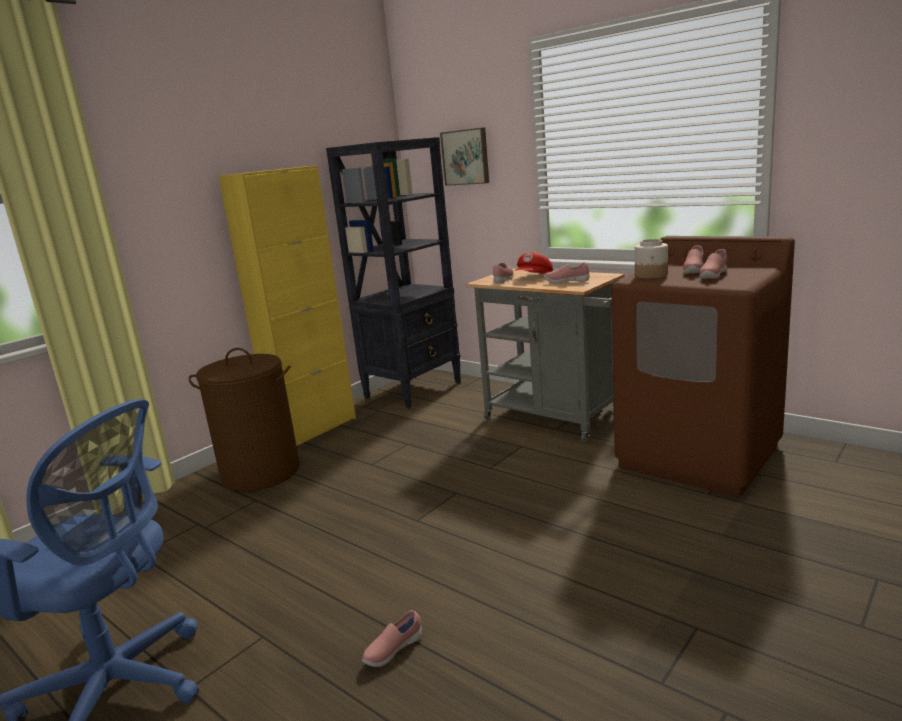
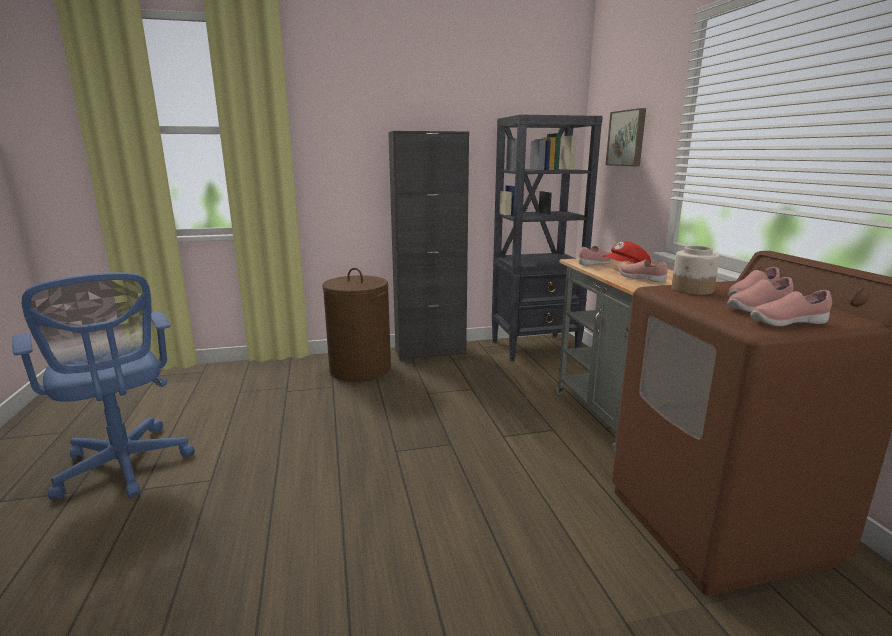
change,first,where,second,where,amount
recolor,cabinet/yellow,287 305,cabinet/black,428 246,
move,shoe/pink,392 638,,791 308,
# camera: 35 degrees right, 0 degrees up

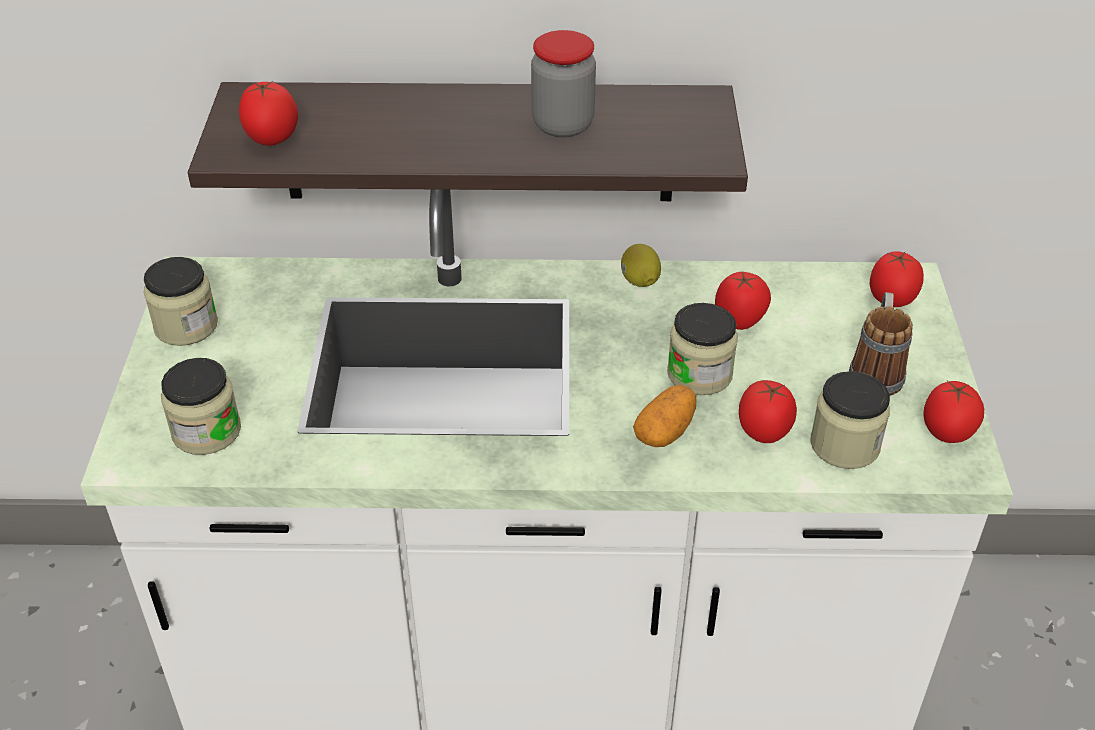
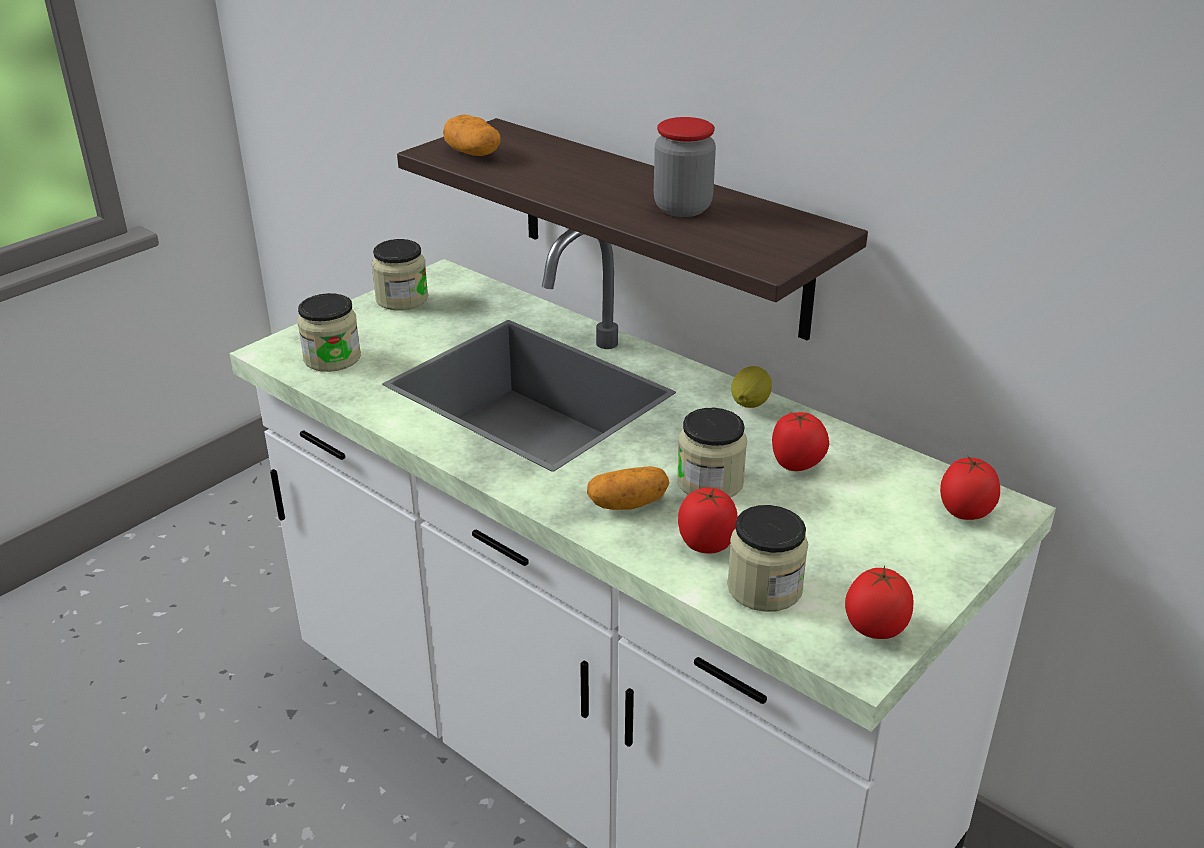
change,first,where,second,where,amount
replace,tomato,268 113,potato,471 135,
delete,mug,881 344,,,
# camera: 40 degrees right, 10 degrees down

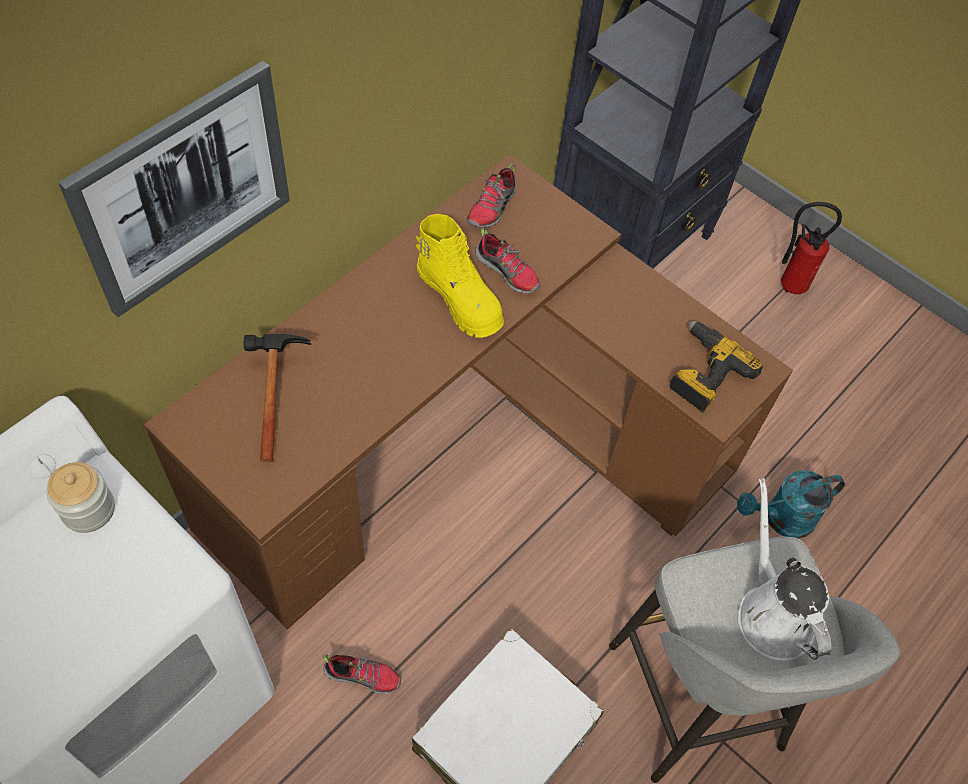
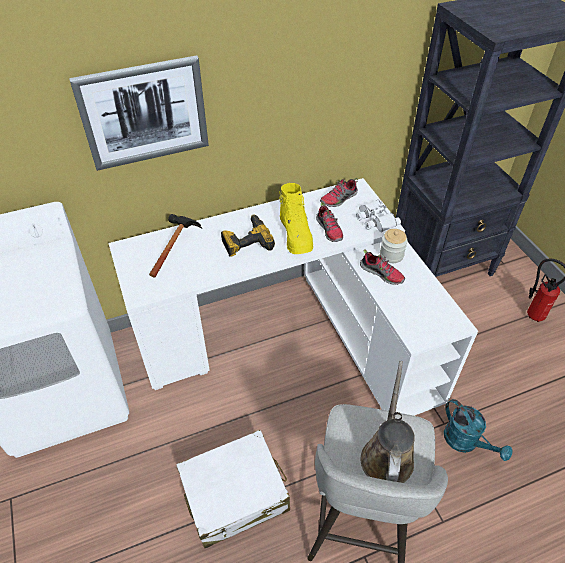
change,first,where,second,where,amount
move,jar,81 497,,394 246,
recolor,desk/brown,468 392,desk/white,293 297,
move,shoe,362 674,,382 267,
move,power drill,716 367,,248 236,
rotate,watering can/turquoise,791 504,,478 430,135 degrees counterclockwise
recolor,watering can/white,785 569,watering can/brown,388 422,
insert,,,binoculars/white,378 215,
# camera: 30 degrees right, 10 degrees down

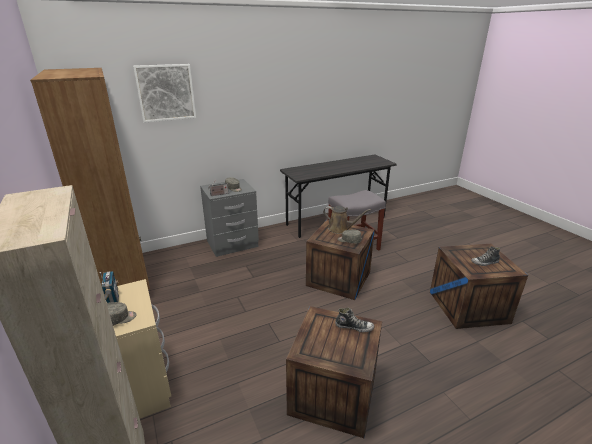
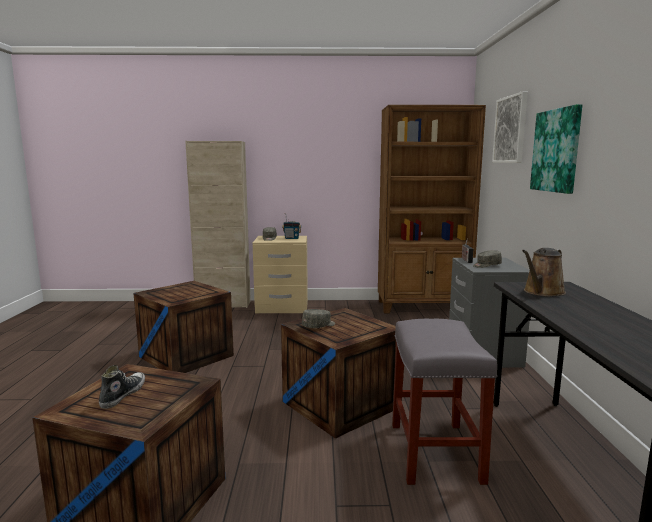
change,first,where,second,where,amount
move,watering can/brown,347 220,,544 272,
delete,shoe,354 320,,,
insert,,,picture,556 149,
# camera: 115 degrees right, 15 degrees down

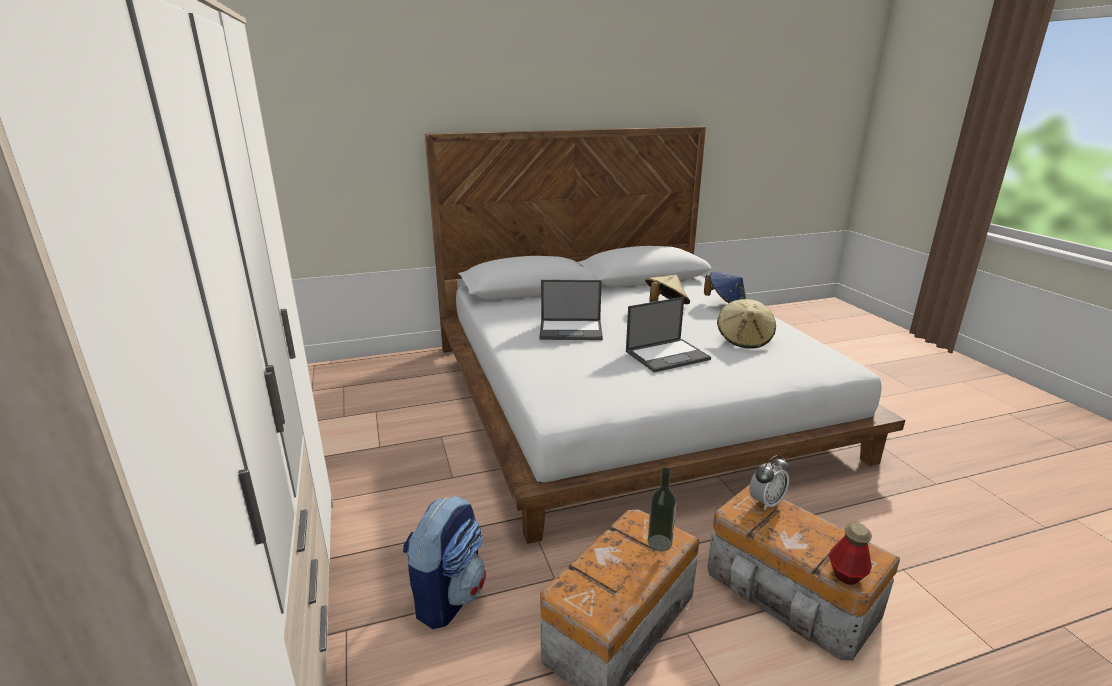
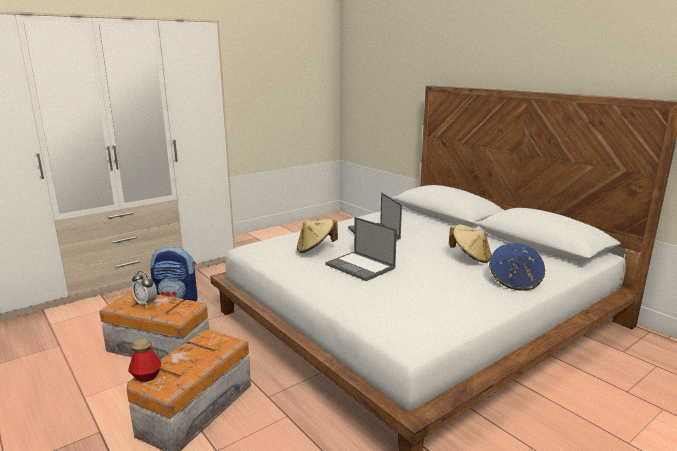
change,first,where,second,where,amount
delete,bottle,662 509,,,
move,hat/beige,746 324,,317 236,
move,alarm clock,769 483,,144 288,
# camera: 70 degrees right, 5 degrees down

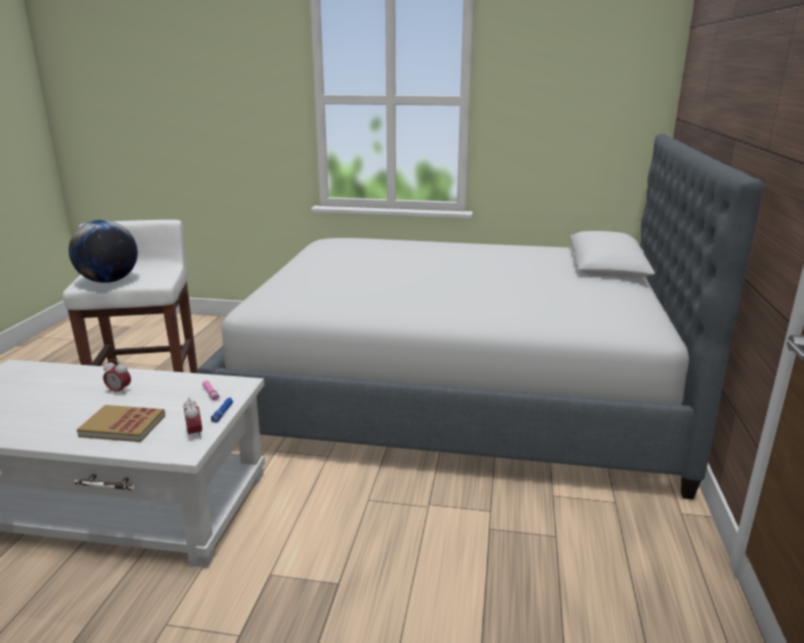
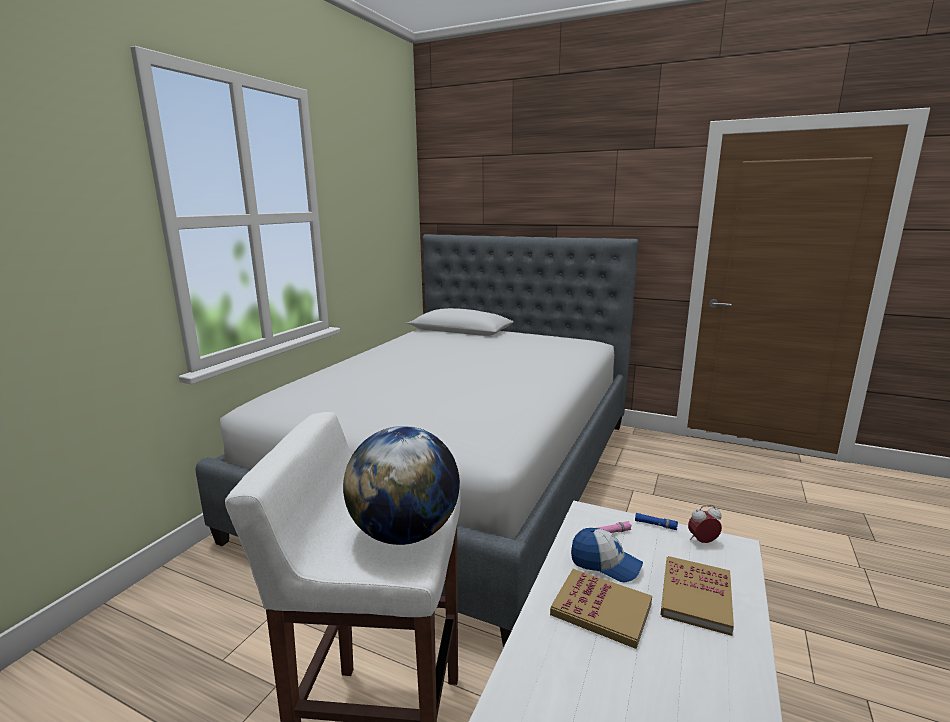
change,first,where,second,where,amount
replace,alarm clock,117 377,book,601 609,
insert,,,cap,607 555,
# camera: 75 degrees left, 5 degrees down

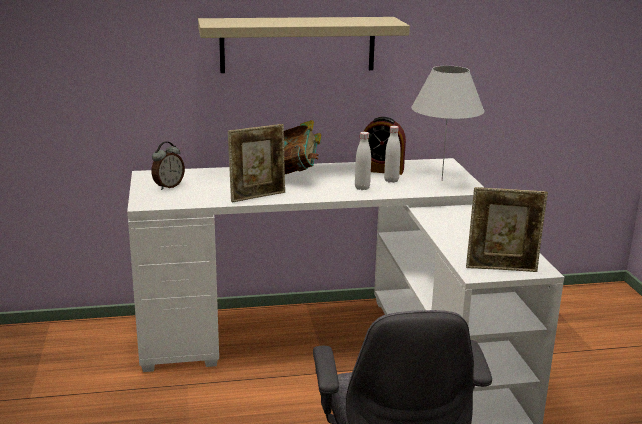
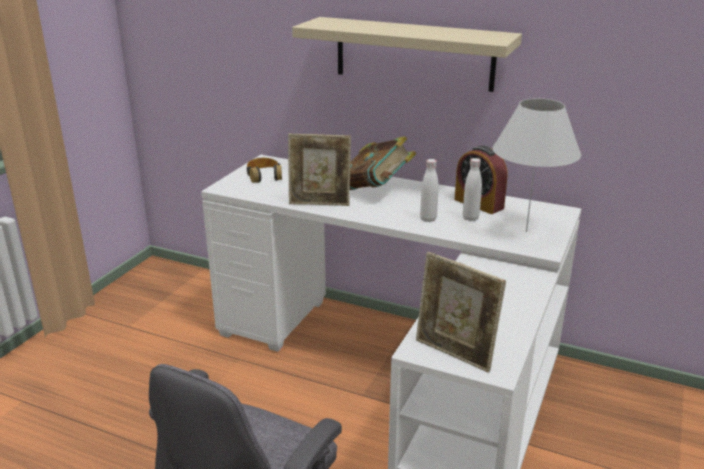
change,first,where,second,where,amount
replace,alarm clock,168 165,headphones,264 170,
# camera: 35 degrees right, 5 degrees up

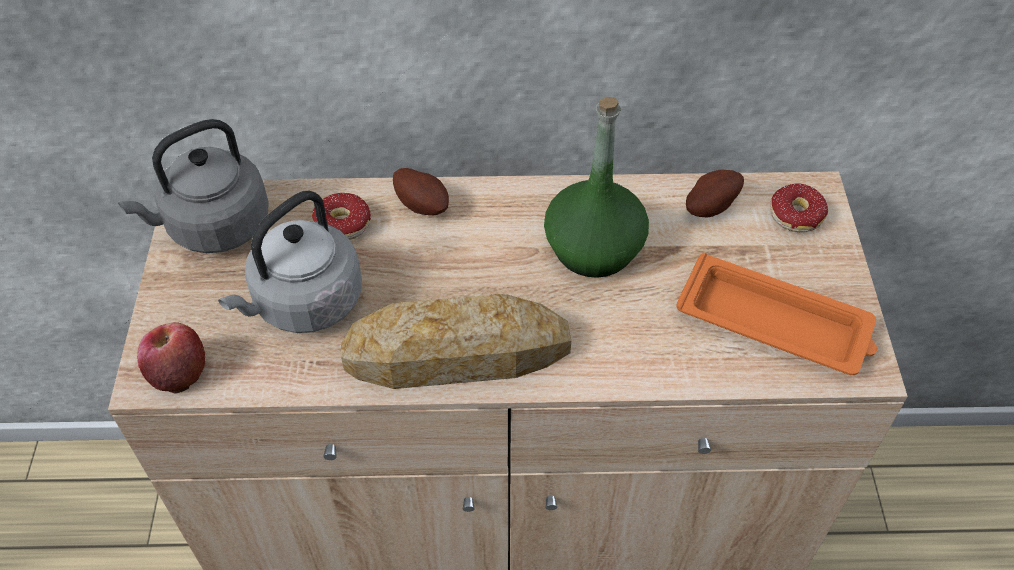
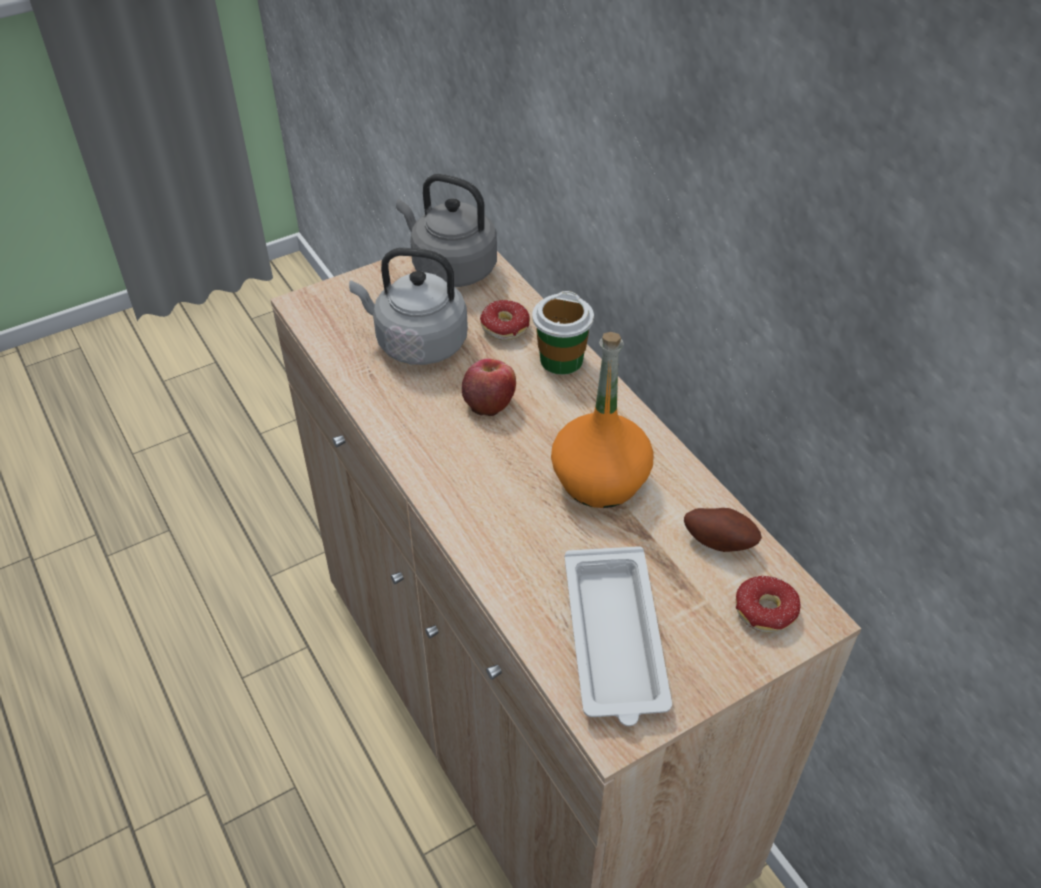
change,first,where,second,where,amount
move,apple,171 358,,489 387,
delete,bread,456 341,,,
replace,potato,421 191,cup,563 333,
recolor,bottle/green,596 187,bottle/orange,602 420,
recolor,tray/orange,776 314,tray/white,618 636,
# camera: 60 degrees right, 5 degrees down

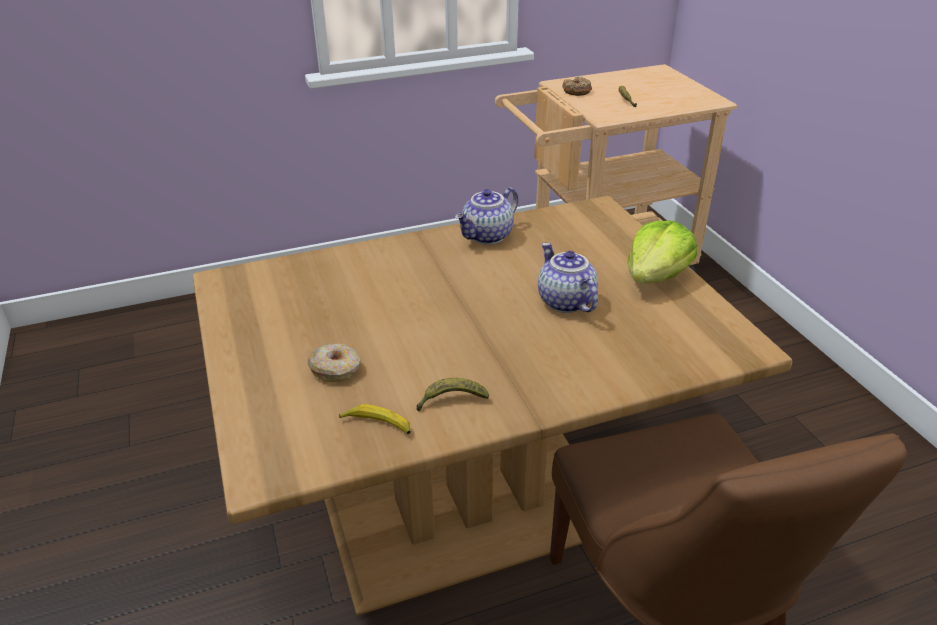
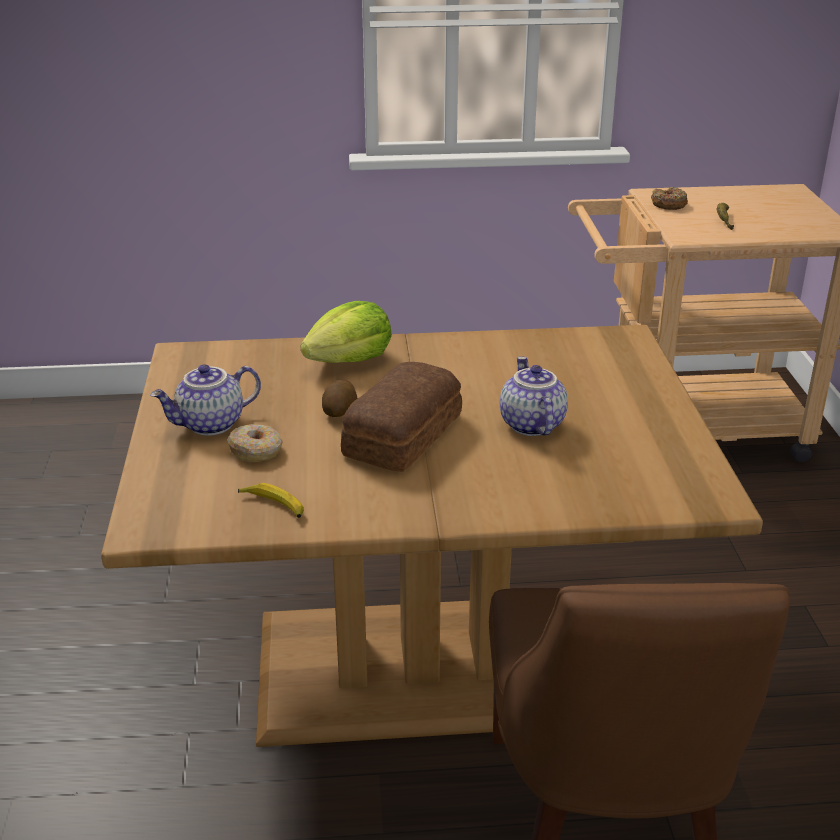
change,first,where,second,where,amount
delete,banana,453 394,,,
move,teapot,486 215,,205 400,
move,lettuce,662 252,,346 332,
insert,,,potato,340 398,
insert,,,bread,401 417,
# camera: 15 degrees right, 5 degrees down

